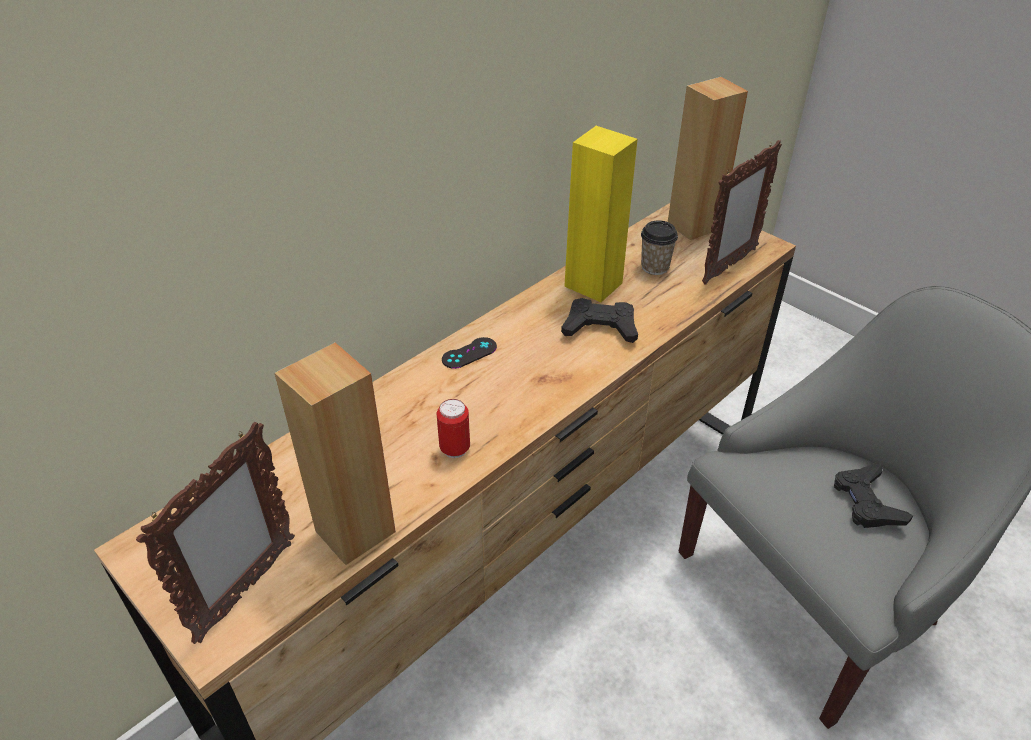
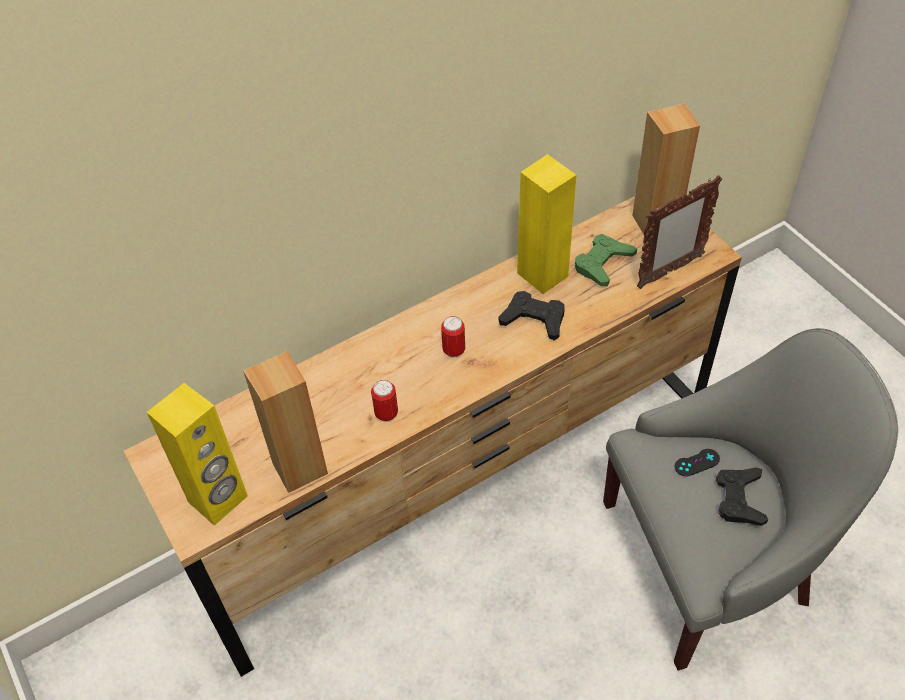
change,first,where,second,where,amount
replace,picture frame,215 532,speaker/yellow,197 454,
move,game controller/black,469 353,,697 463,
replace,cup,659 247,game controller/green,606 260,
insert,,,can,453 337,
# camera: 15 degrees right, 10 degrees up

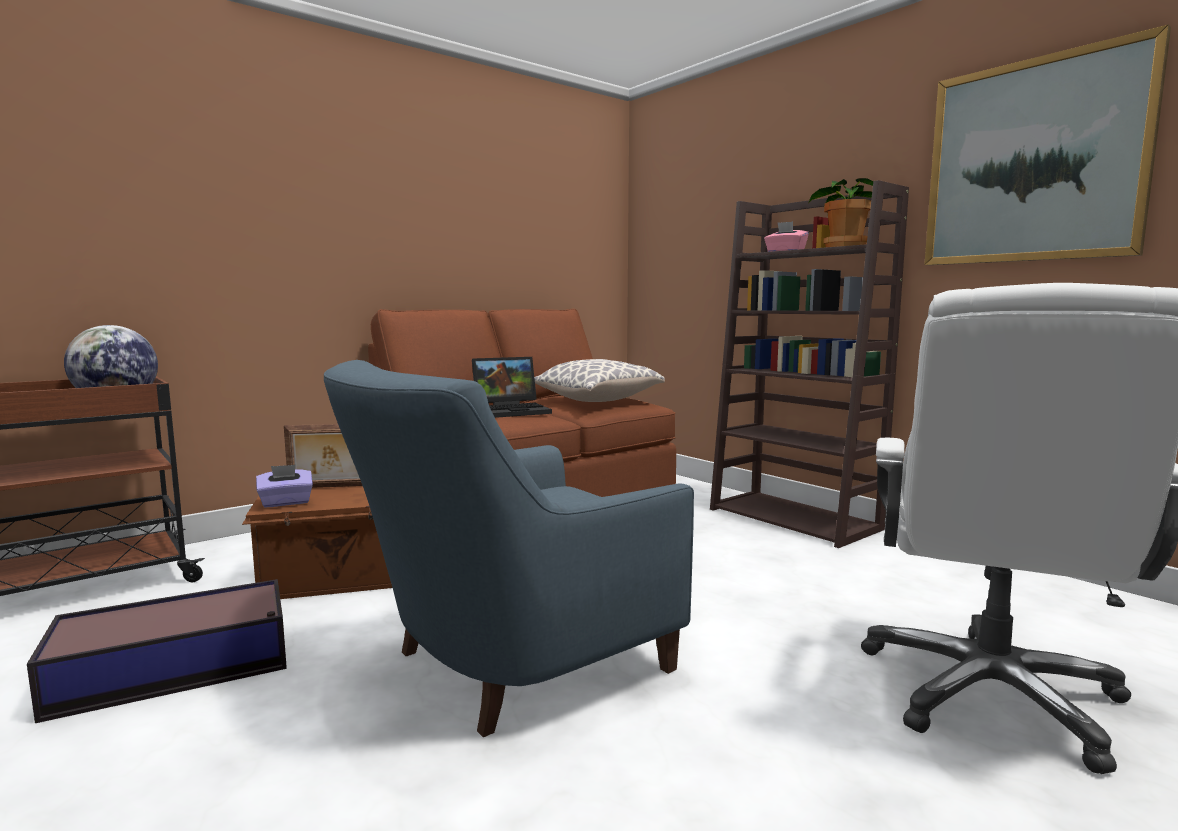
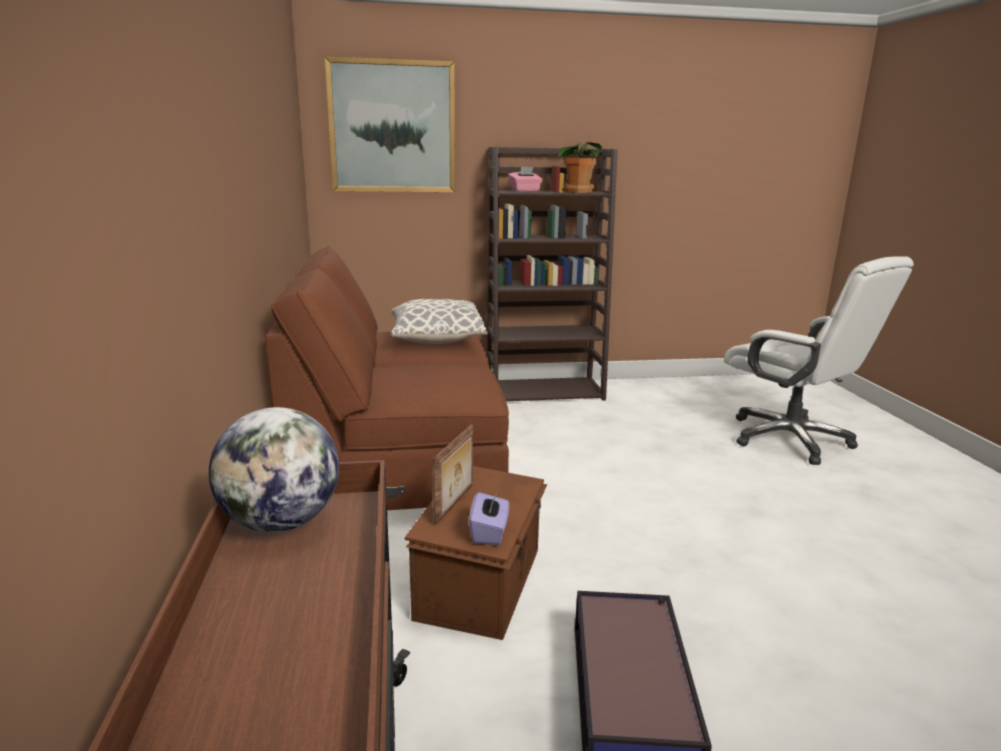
change,first,where,second,where,amount
delete,armchair/blue,509 549,,,
delete,laptop,512 387,,,
move,picture,1047 145,,390 124,
# camera: 60 degrees left, 10 degrees up

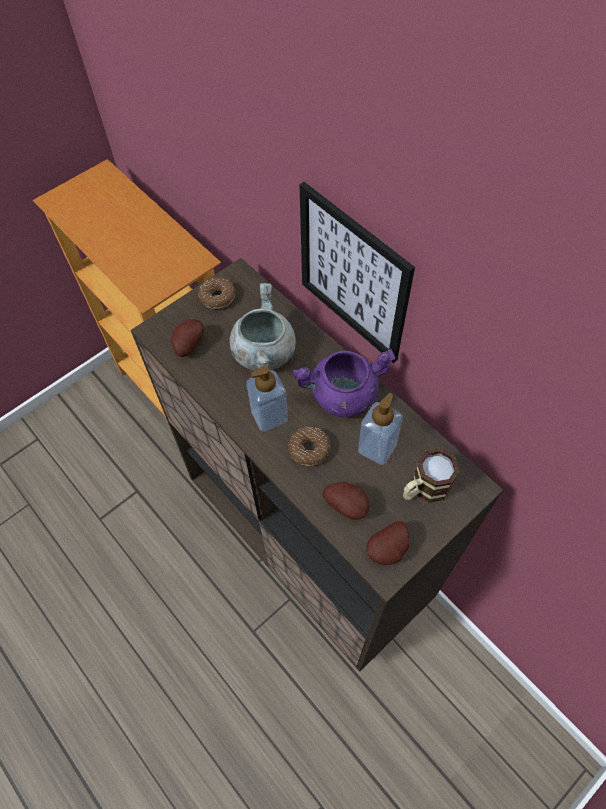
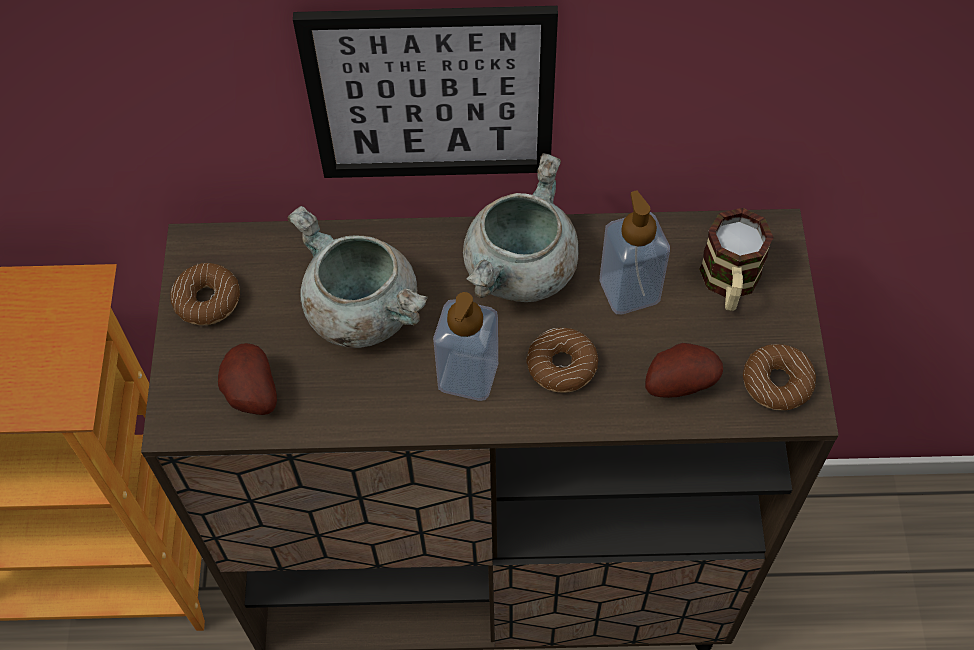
change,first,where,second,where,amount
recolor,cooking pot/purple,344 383,cooking pot/grey,521 227,
replace,potato,388 543,donut,779 377,
# camera: 50 degrees left, 0 degrees up

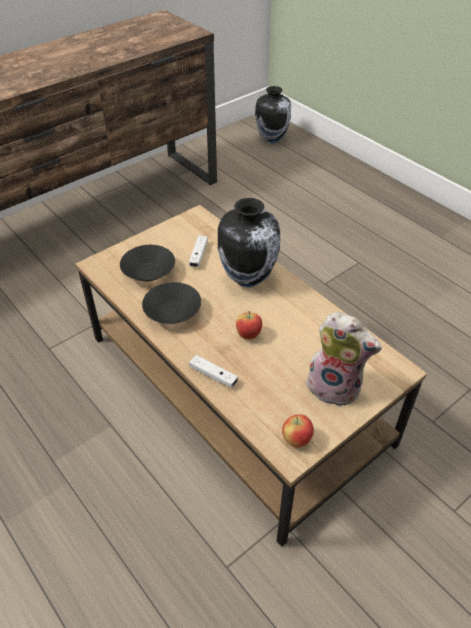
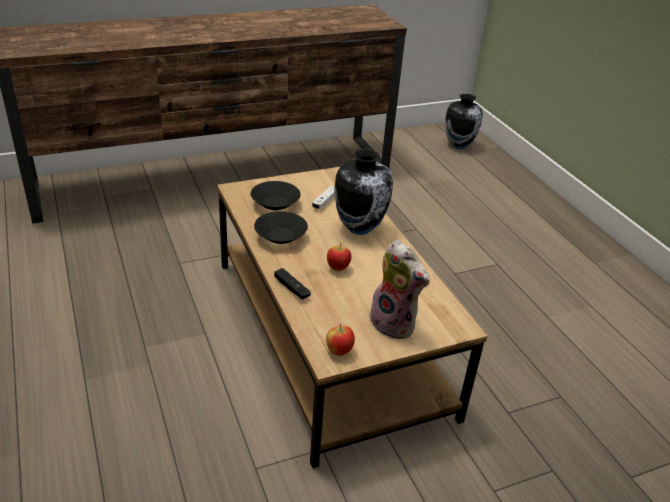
change,first,where,second,where,amount
recolor,game controller/white,213 371,game controller/black,292 284,
# camera: 15 degrees right, 10 degrees down

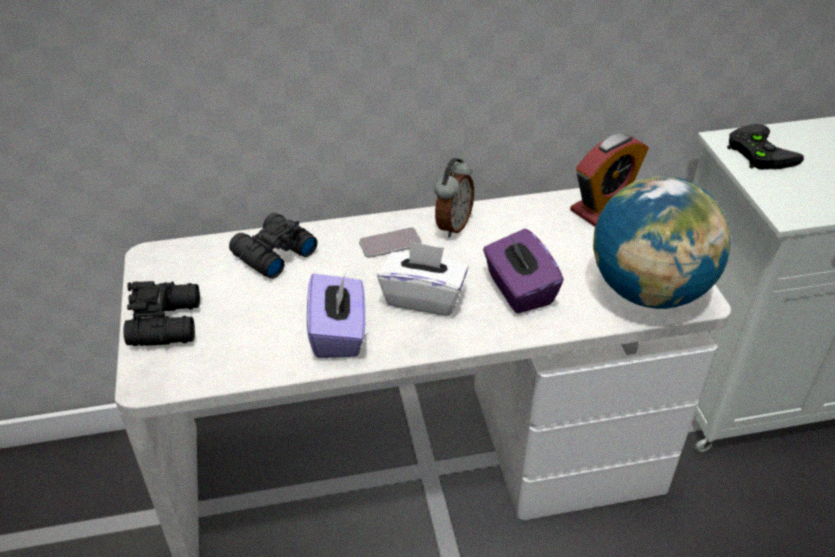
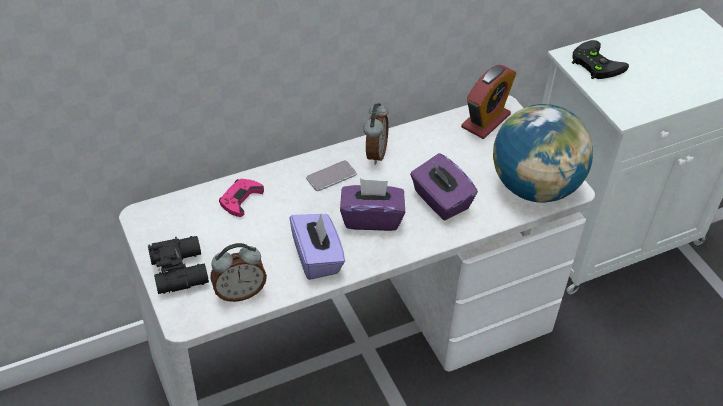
change,first,where,second,where,amount
replace,binoculars/black,273 246,game controller/pink,241 198,
recolor,tissue box/white,423 278,tissue box/purple,372 205,
insert,,,alarm clock,238 272,
# camera: 15 degrees left, 5 degrees up

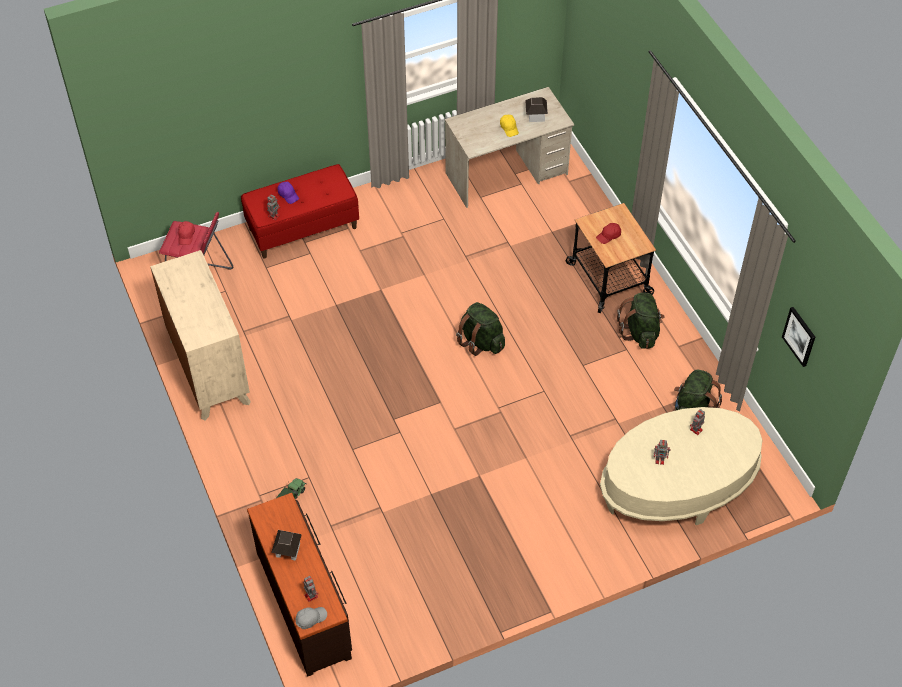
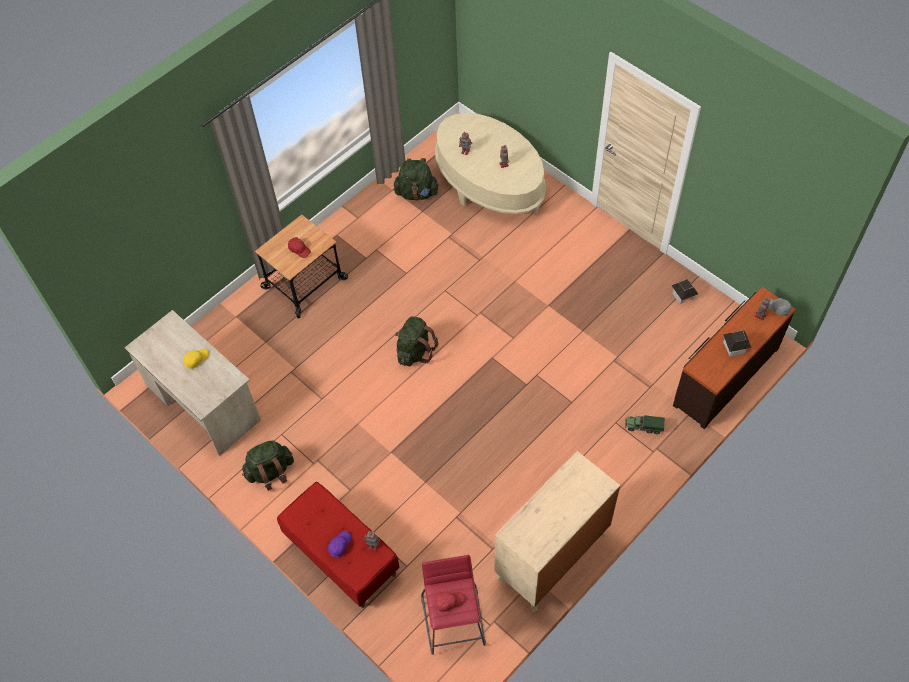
change,first,where,second,where,amount
move,toy house,536 109,,685 291,
move,backpack/green,641 321,,268 465,
delete,picture,798 337,,,
# camera: 110 degrees left, 5 degrees up

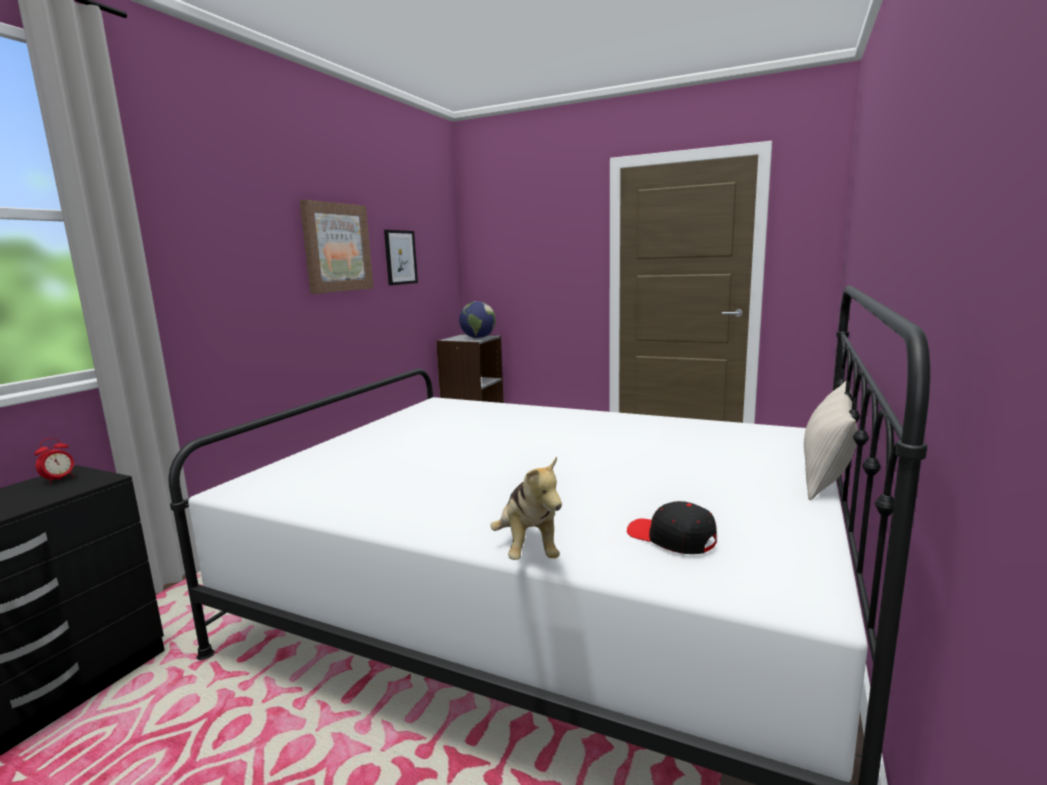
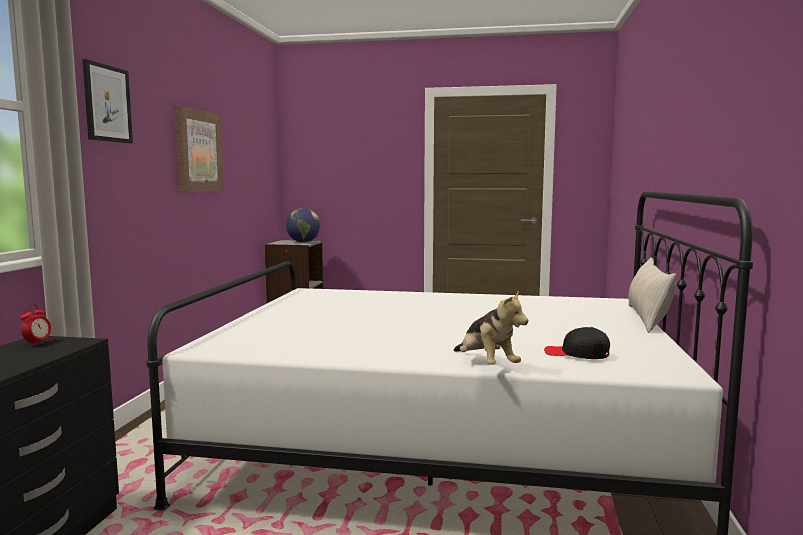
change,first,where,second,where,amount
move,picture,401 257,,107 101,
# camera: 15 degrees left, 5 degrees down

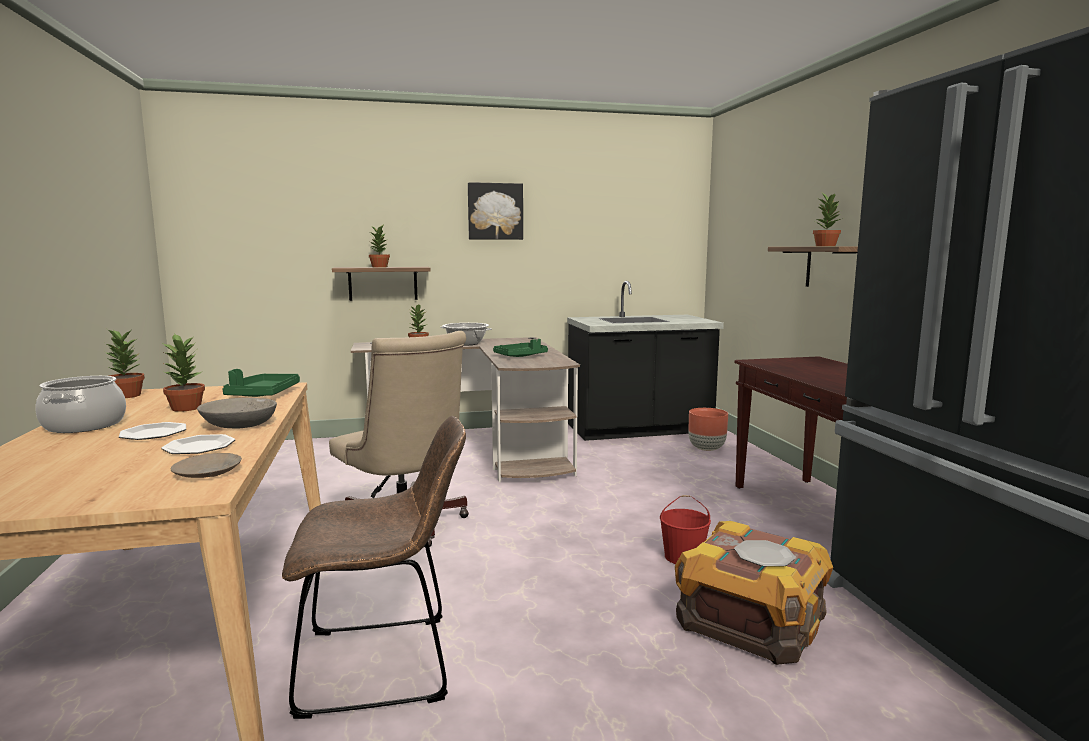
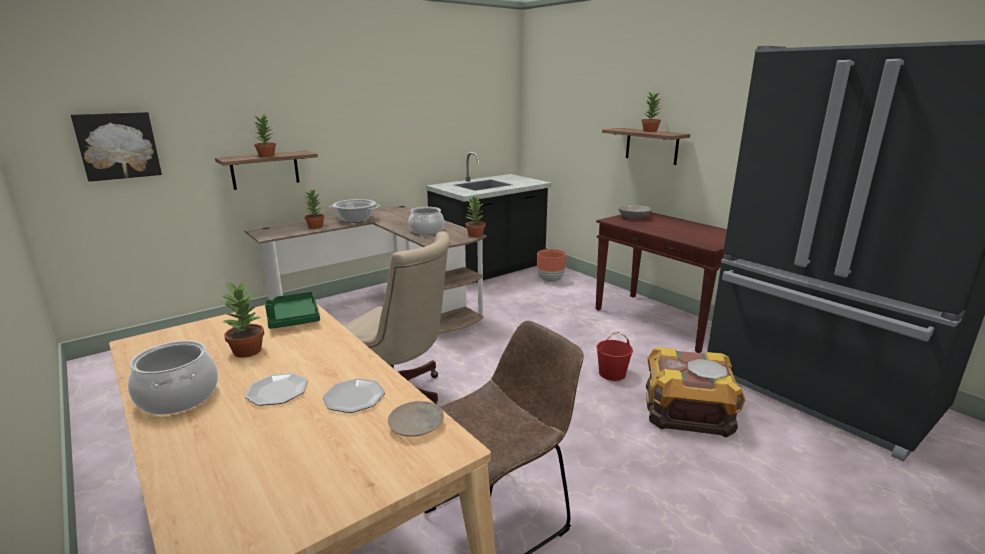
change,first,where,second,where,amount
move,potted plant,125 363,,476 216,
move,bowl/grey,237 413,,635 212,
move,picture,495 211,,116 147,
replace,tray/green,520 348,cooking pot,426 221,
# camera: 25 degrees left, 10 degrees up

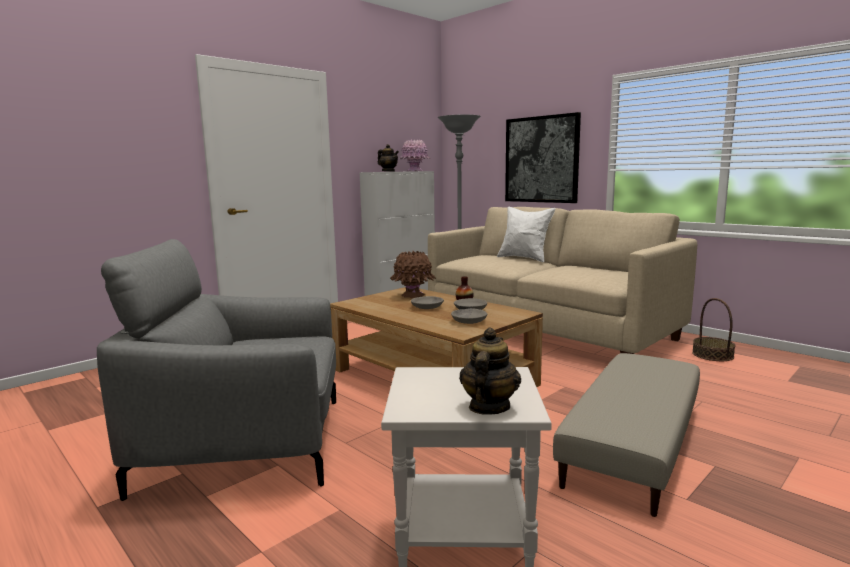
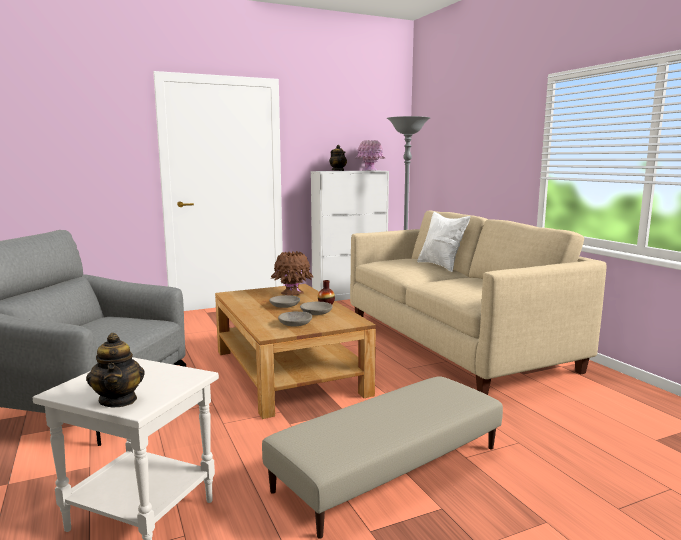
change,first,where,second,where,amount
rotate,teapot,490 371,,115 370,120 degrees clockwise
delete,picture,543 157,,,
delete,basket,714 329,,,
# camera: 20 degrees right, 0 degrees up

